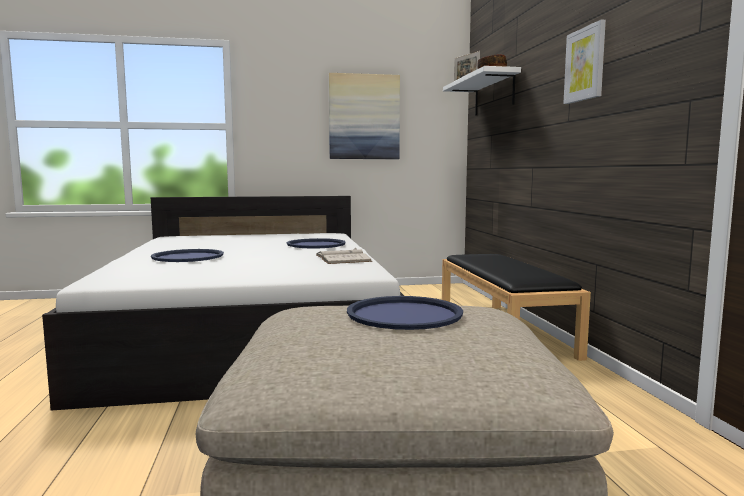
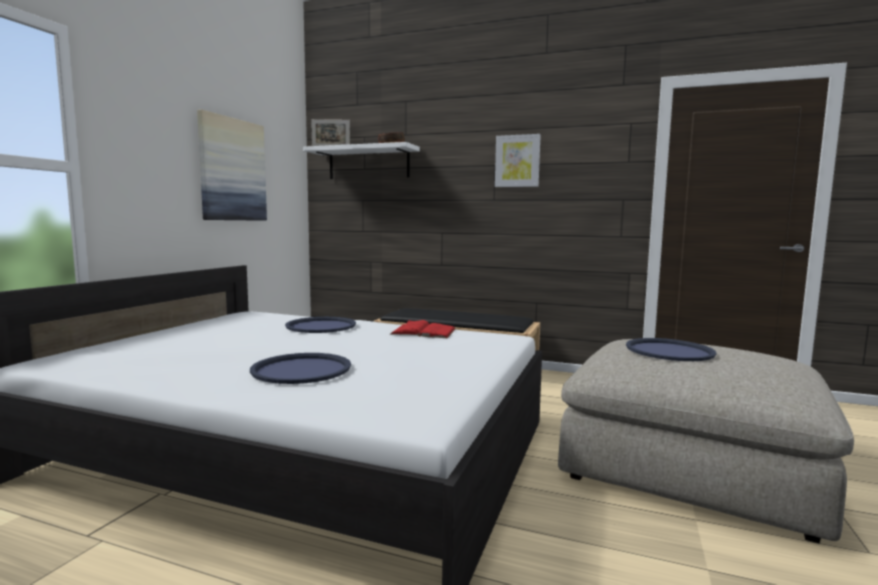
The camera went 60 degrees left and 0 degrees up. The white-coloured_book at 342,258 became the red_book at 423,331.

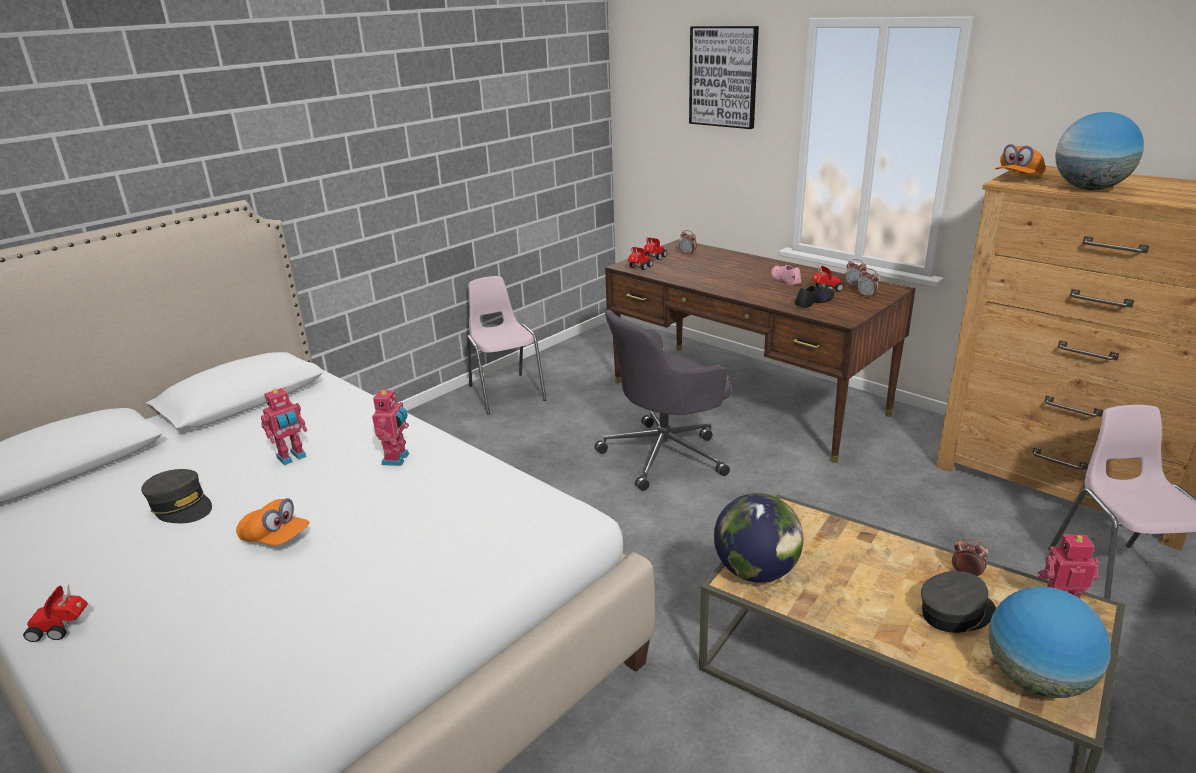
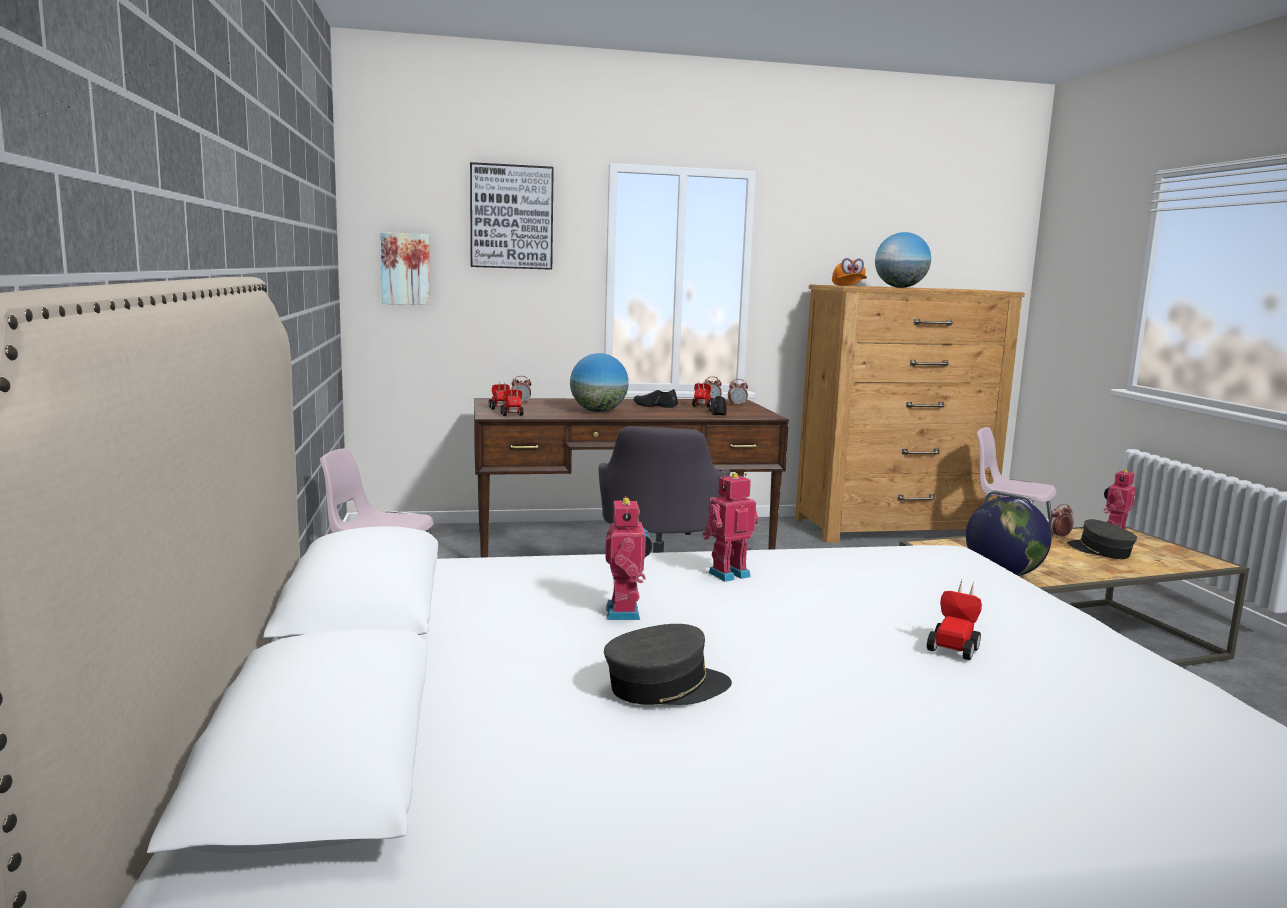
The camera went 55 degrees left and 15 degrees down. The model_car moved from 63,628 to 955,646. The orangey_peaked_cap at 276,538 disappeared. The model_robot at 397,459 turned 75 degrees counterclockwise. The pink_low_shoe at 785,279 became the black_low_shoe at 655,406. The grey_peaked_cap at 955,613 turned 45 degrees counterclockwise. The world_globe moved from 1036,679 to 598,411. The wall_art at 405,269 appeared.

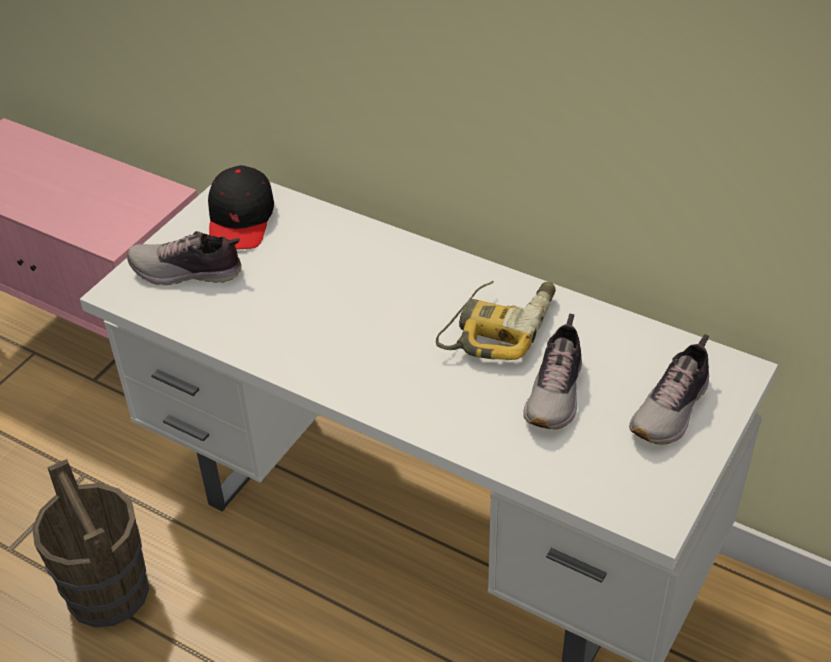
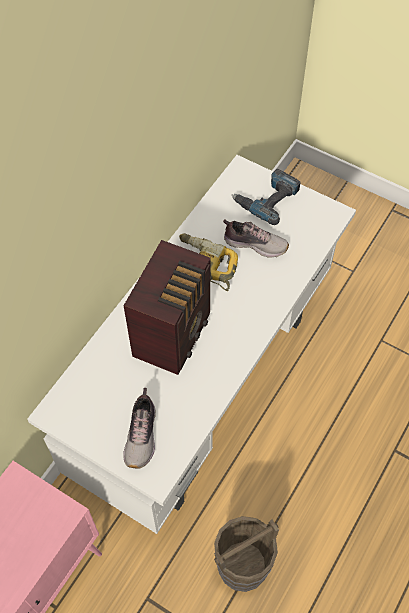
The camera went 90 degrees left and 15 degrees up. The black_peaked_cap at 241,219 disappeared. The low_shoe at 672,410 was replaced by the drill at 267,198. The radio_receiver at 174,333 appeared.

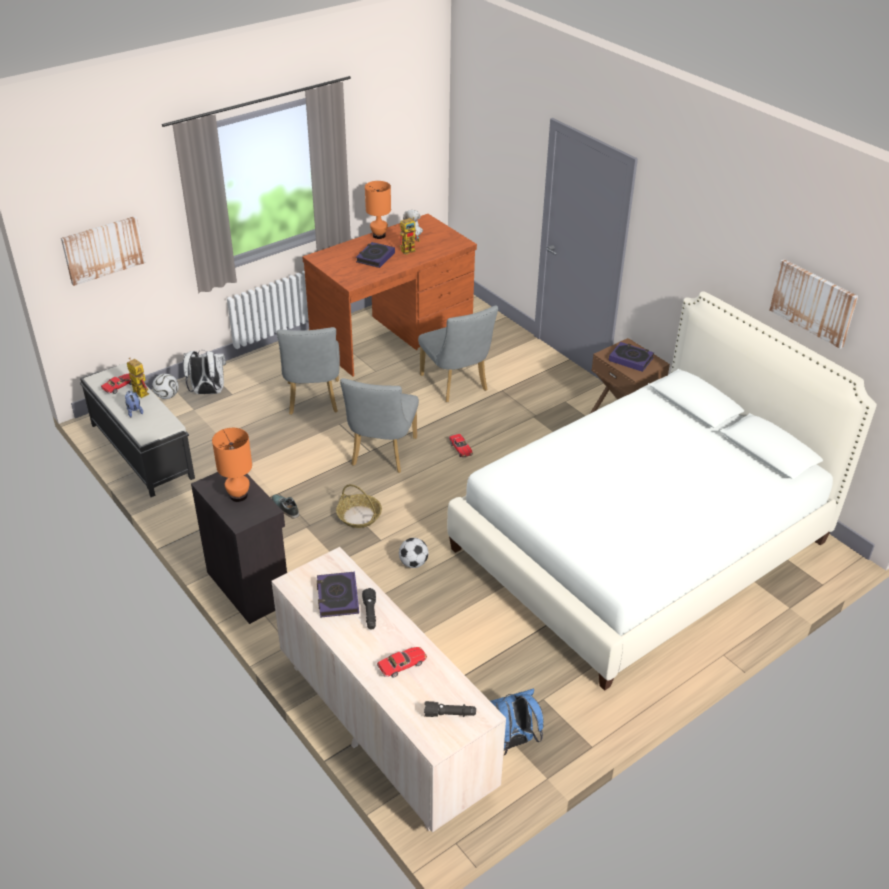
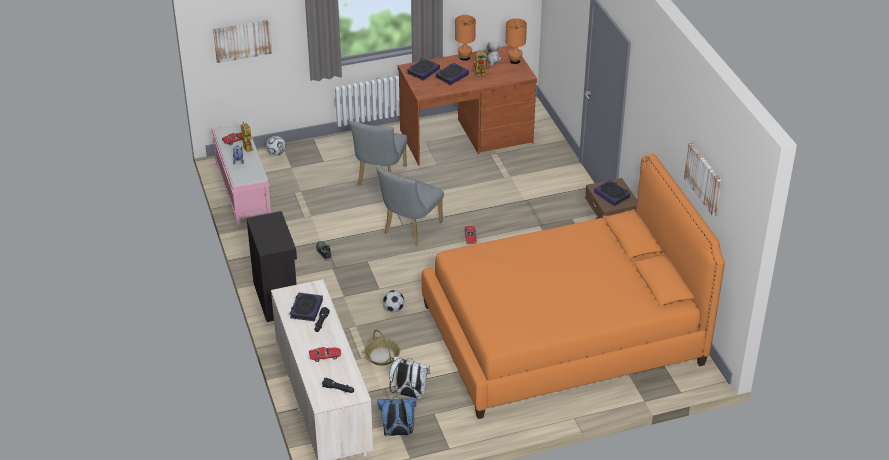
The camera went 20 degrees right and 0 degrees up. The black_bench at 141,450 became the pink_bench at 243,190. The white-coloured_rucksack moved from 207,392 to 409,394. The orangey_table_lamp moved from 239,496 to 515,61. The storage_basket moved from 359,516 to 382,356. The grey_chair at 456,385 disappeared. The white-coloured_bedroom_bed at 641,545 became the orangey_bedroom_bed at 563,334. The book at 423,71 appeared.

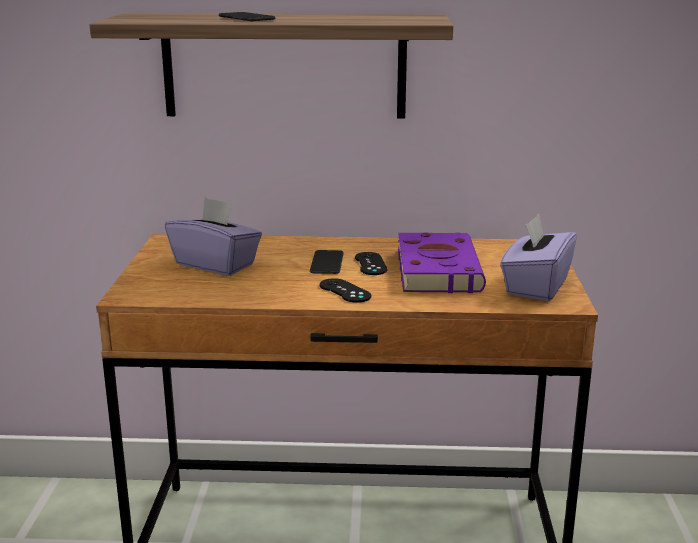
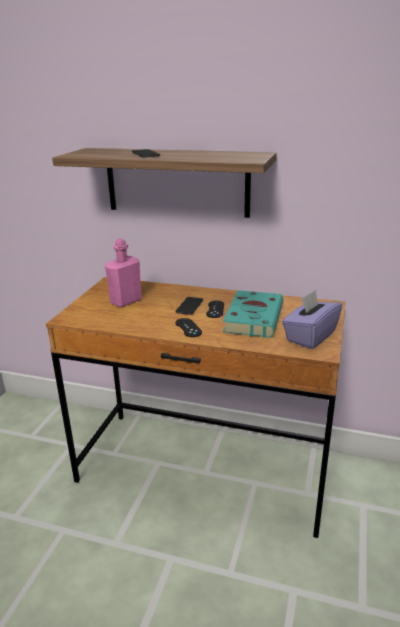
The camera went 15 degrees right and 5 degrees up. The purple-coloured_box_of_tissues at 216,264 was replaced by the pink_beverage_bottle at 126,301. The purple-coloured_book at 437,269 became the turquoise_book at 253,317.

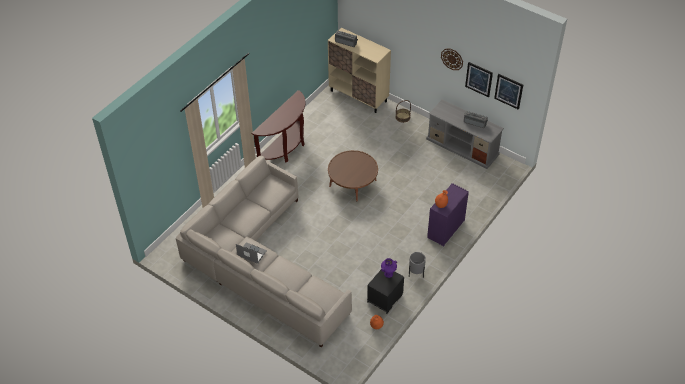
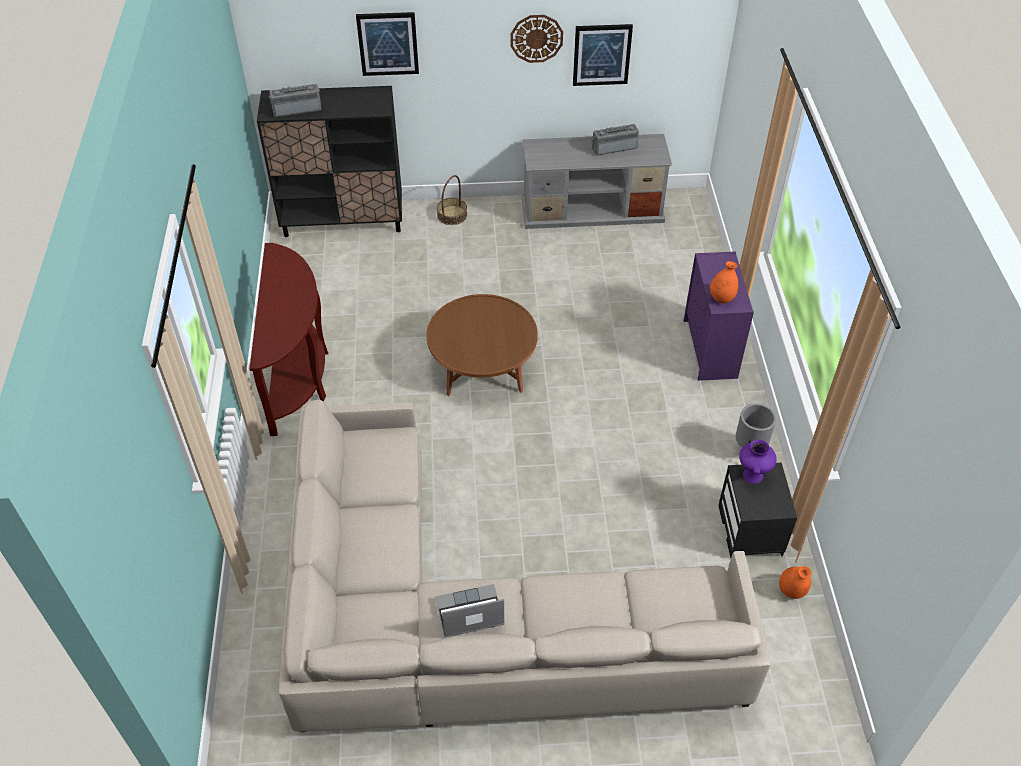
The camera went 40 degrees left and 0 degrees up. The sand-coloured_cabinet at 358,96 became the black_cabinet at 343,220. The wall_art moved from 509,91 to 388,43.

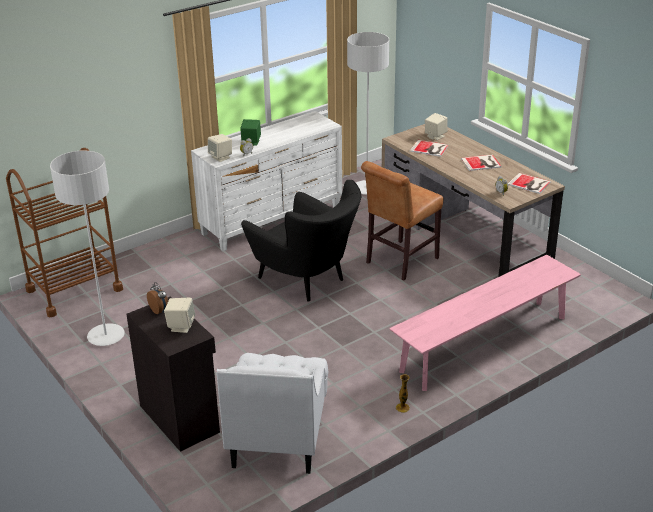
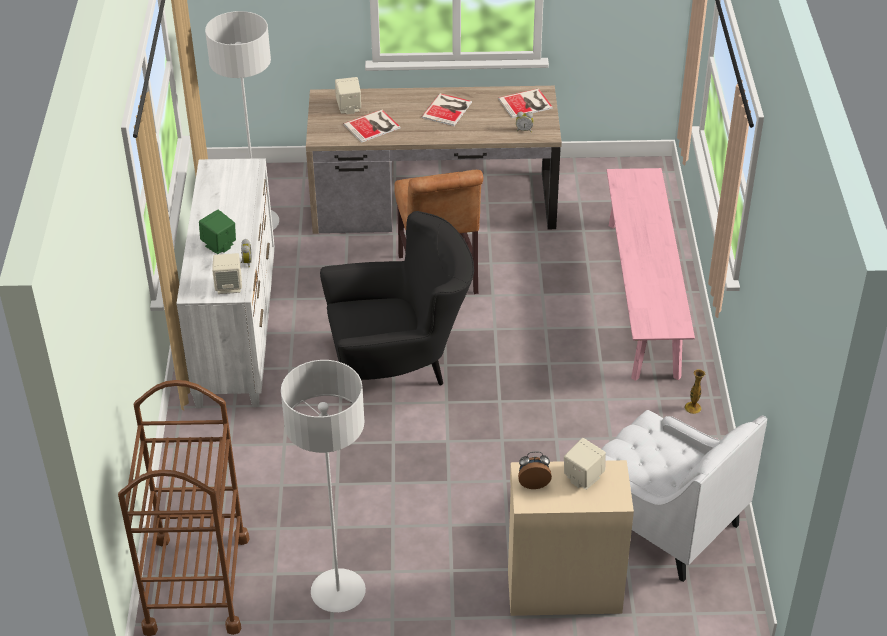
The camera went 55 degrees left and 10 degrees up. The black_cabinet at 180,418 became the sand-coloured_cabinet at 563,588.

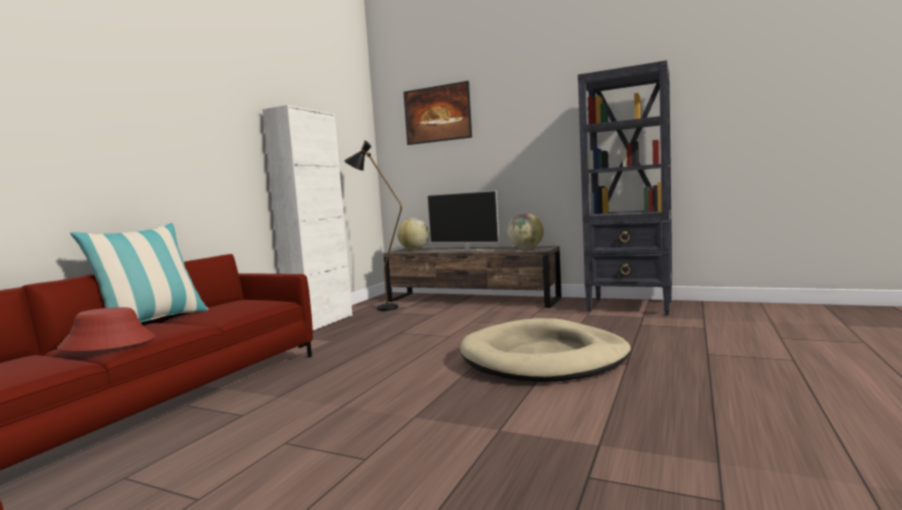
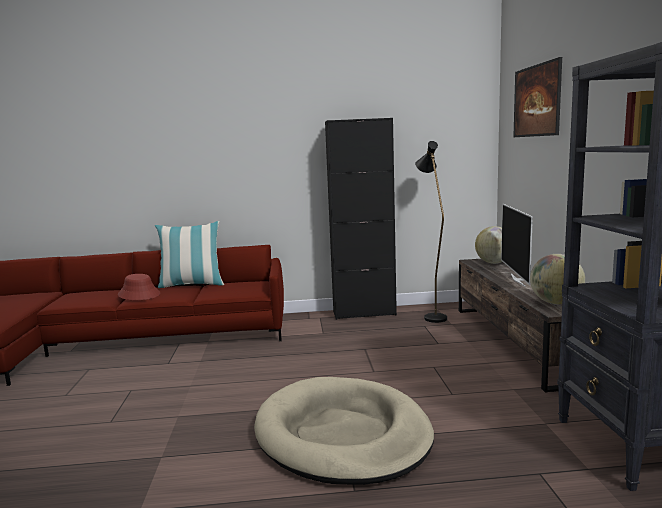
The camera went 60 degrees right and 5 degrees up. The white-coloured_cabinet at 320,323 became the black_cabinet at 364,313.

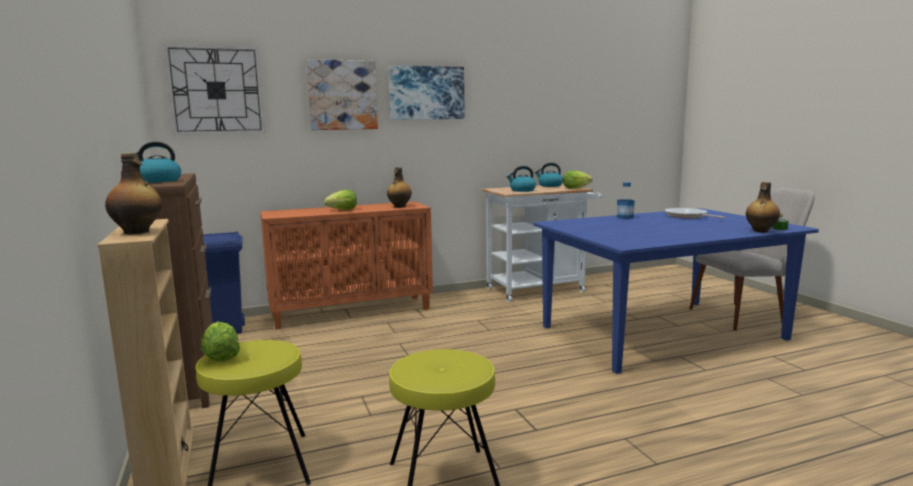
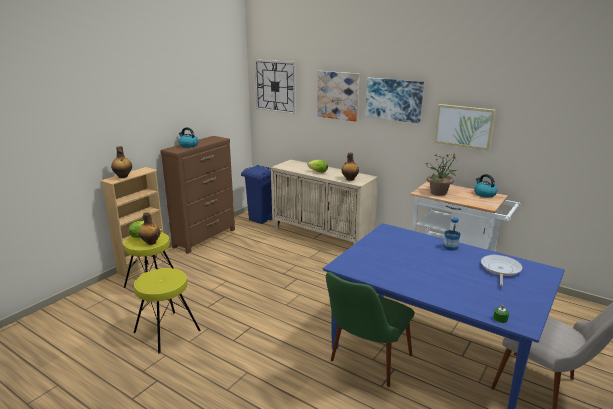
The camera went 55 degrees right and 10 degrees up. The orangey_cabinet at 352,311 became the sand-coloured_cabinet at 322,235. The tea_kettle at 522,190 was replaced by the plant_in_a_pot at 439,192. The lettuce at 575,188 disappeared. The beverage_bottle moved from 760,231 to 150,242. The green_chair at 365,365 appeared. The wall_art at 464,126 appeared.

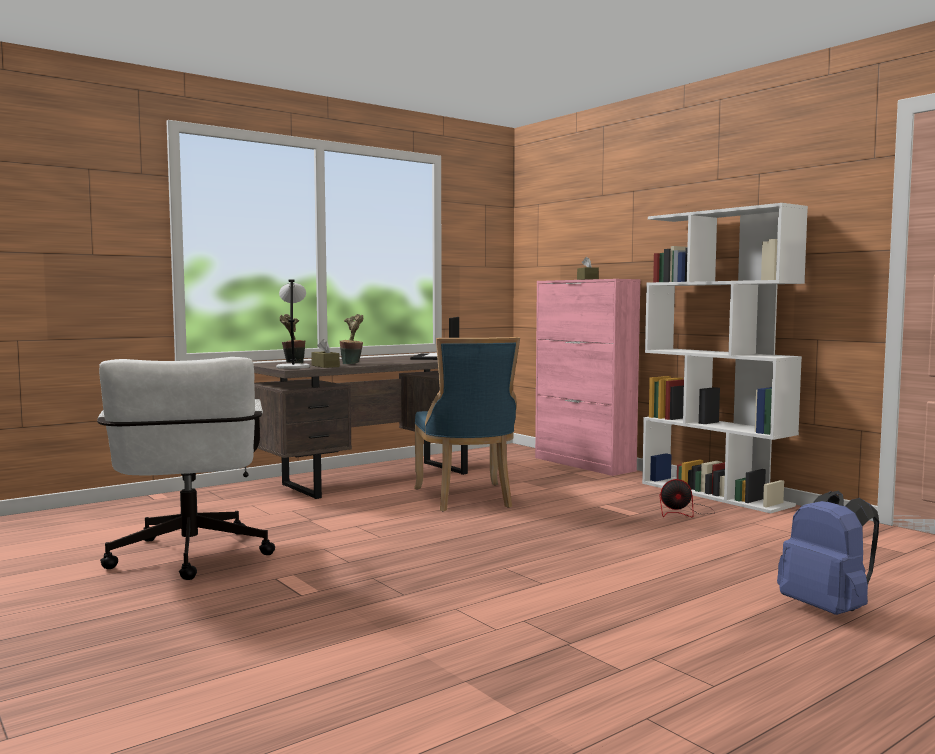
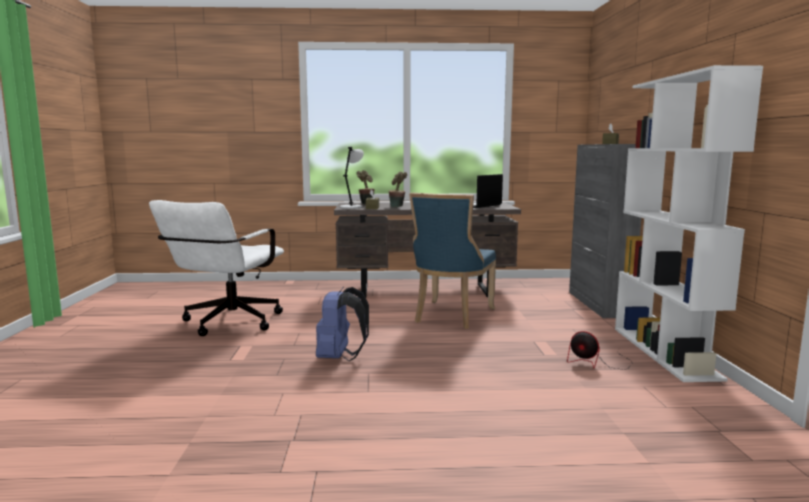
The camera went 35 degrees right and 5 degrees up. The pink_cabinet at 584,464 became the grey_cabinet at 598,304. The blue-coloured_rucksack moved from 828,610 to 340,358.

